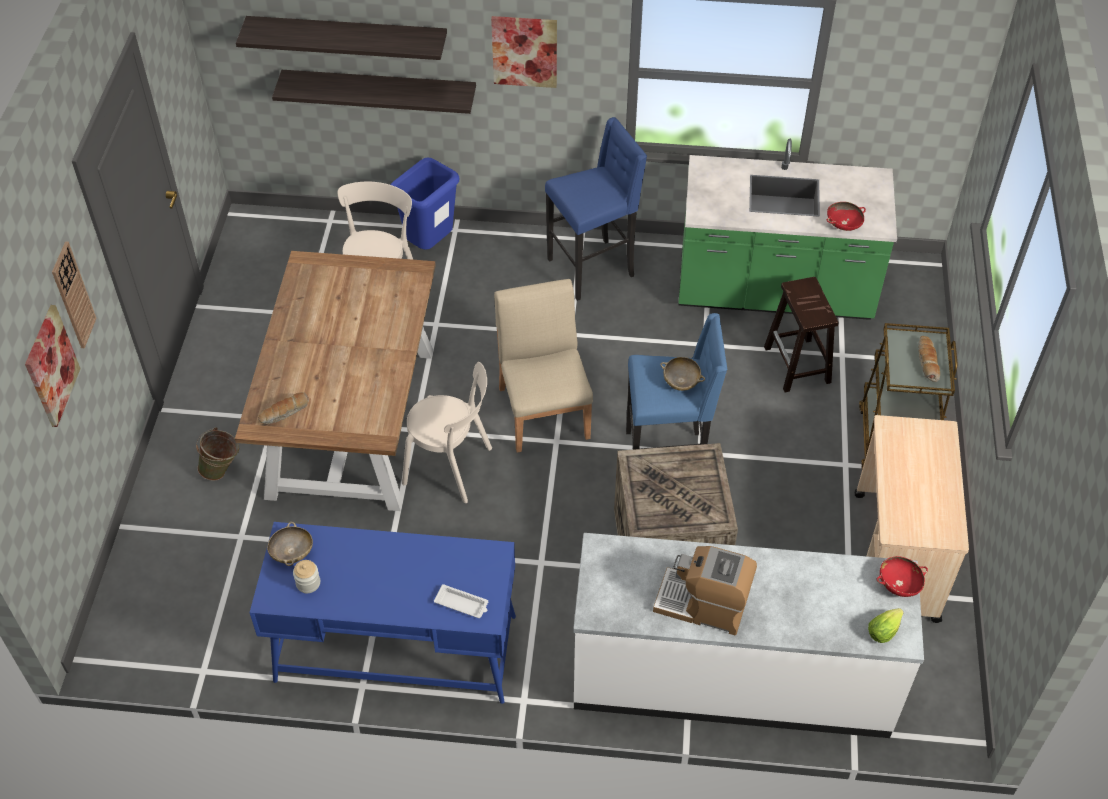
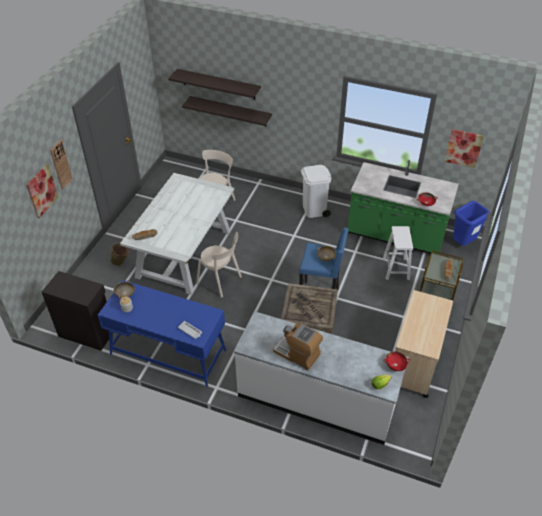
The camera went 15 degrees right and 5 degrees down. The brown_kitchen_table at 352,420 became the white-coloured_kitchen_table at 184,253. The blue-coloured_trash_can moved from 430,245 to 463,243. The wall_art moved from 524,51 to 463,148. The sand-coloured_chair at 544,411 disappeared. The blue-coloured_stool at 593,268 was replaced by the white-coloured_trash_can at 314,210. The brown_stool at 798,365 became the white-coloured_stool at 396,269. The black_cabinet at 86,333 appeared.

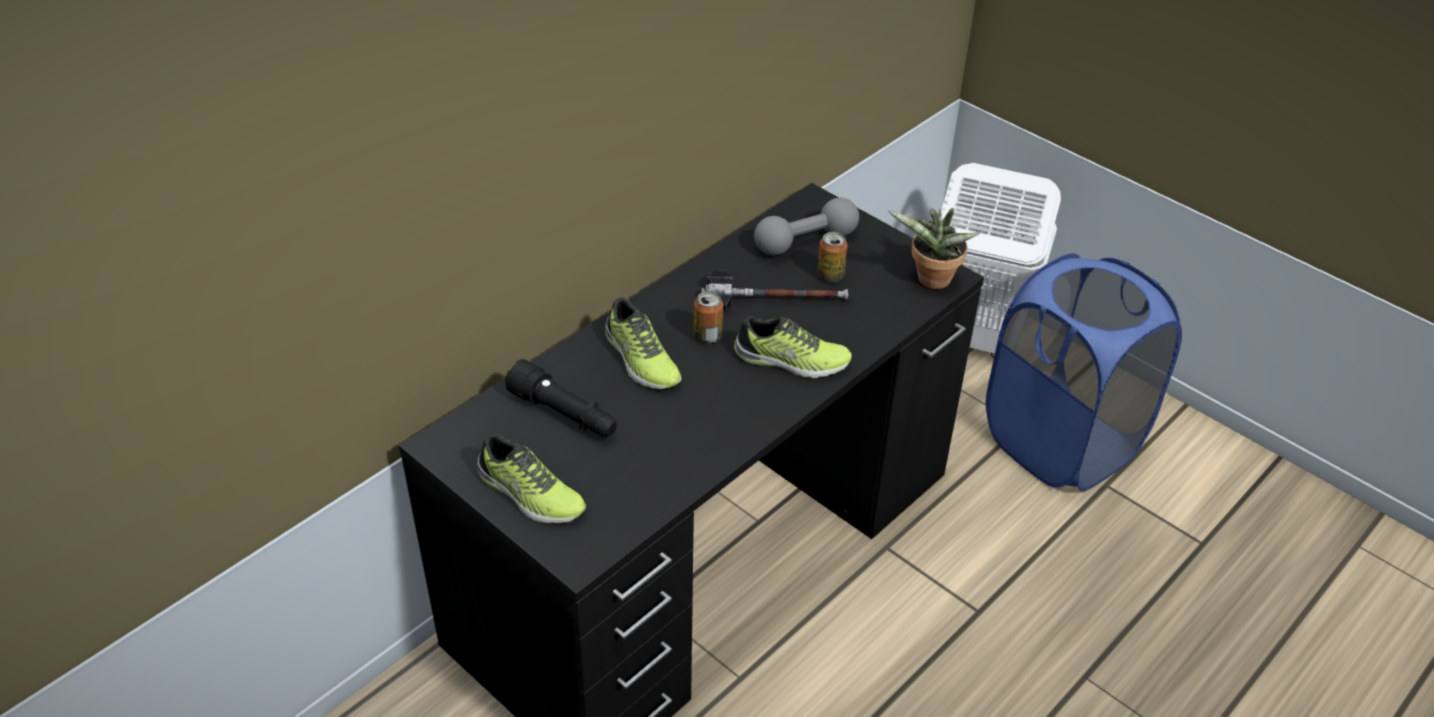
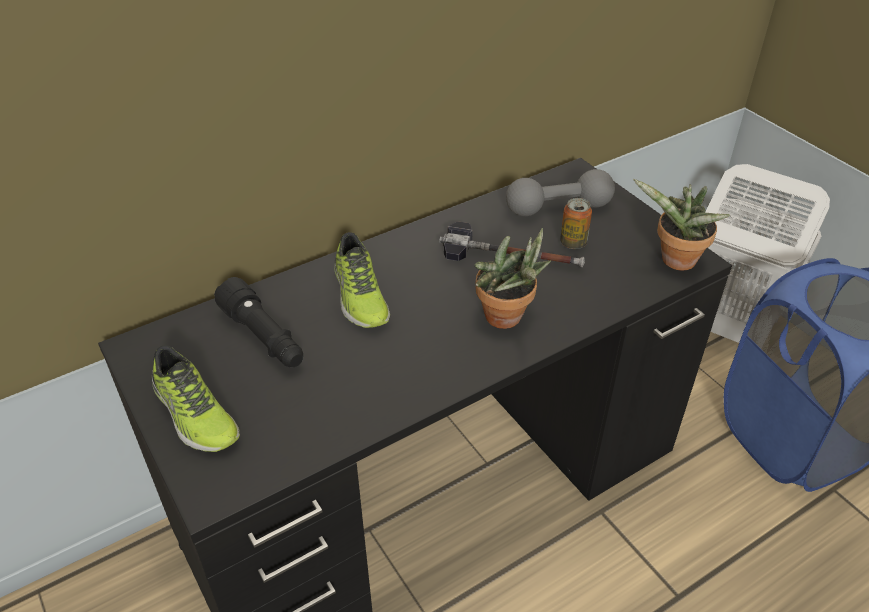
The camera went 15 degrees right and 0 degrees up. The metal_can at 707,336 disappeared. The low_shoe at 791,361 was replaced by the plant_in_a_pot at 507,319.

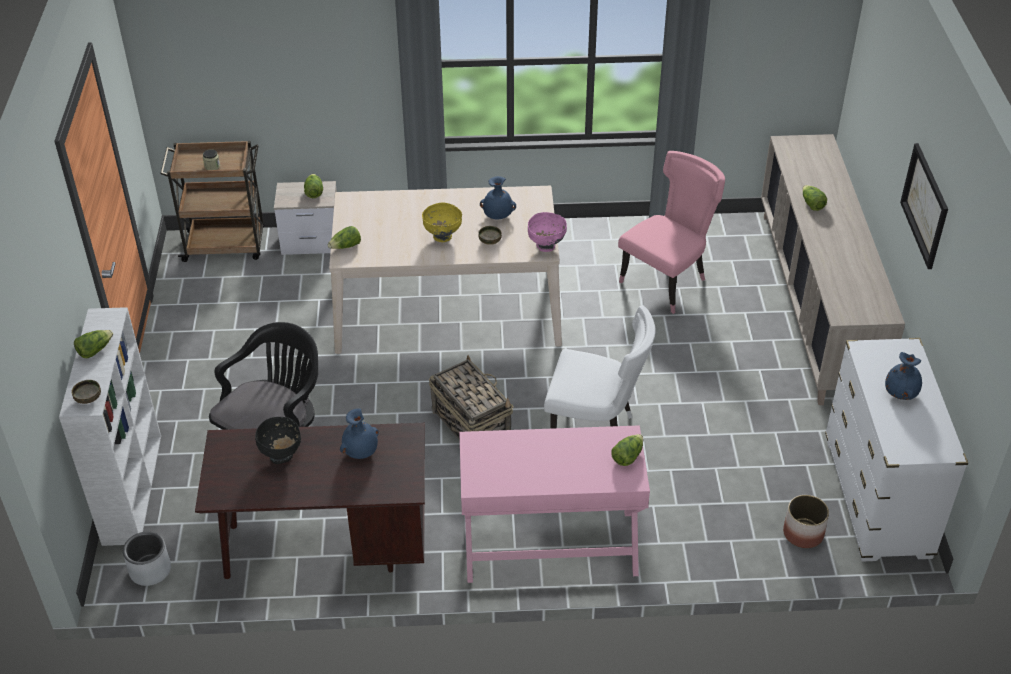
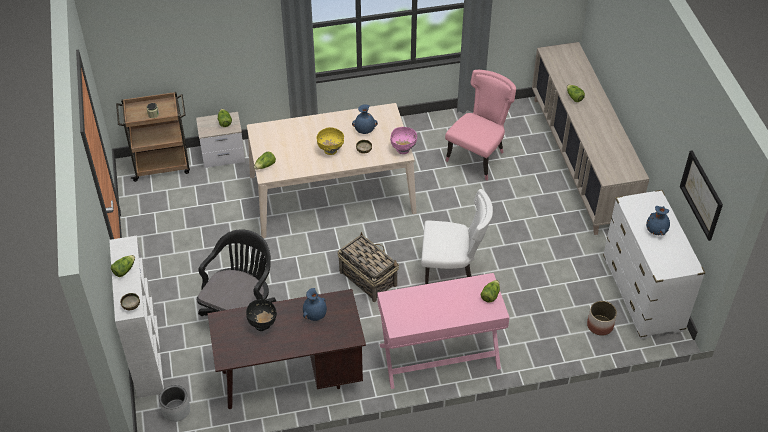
The camera went 10 degrees left and 5 degrees up. The wall_art moved from 925,205 to 701,195.

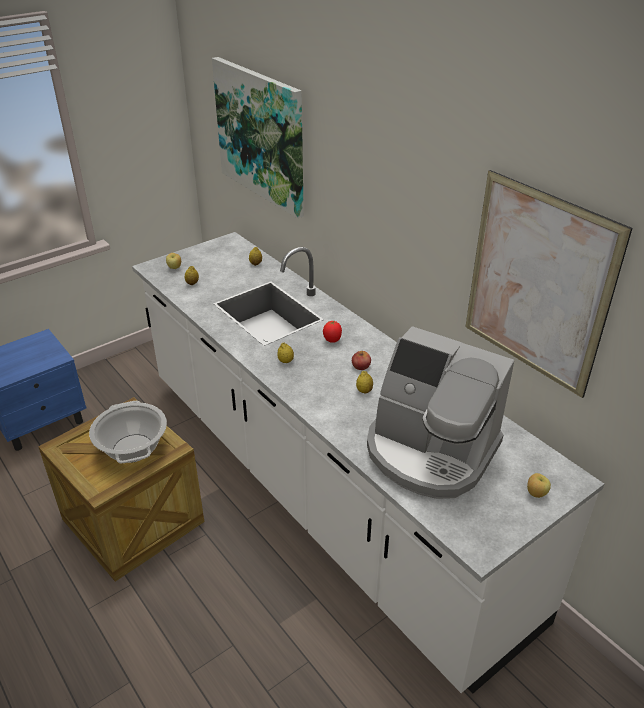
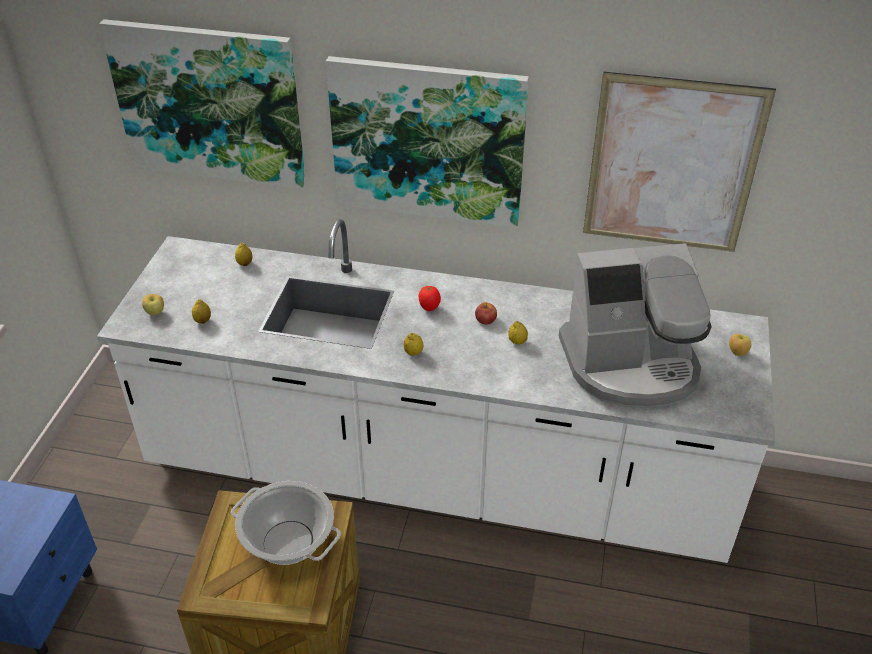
The camera went 40 degrees left and 5 degrees up. The wall_art at 428,141 appeared.

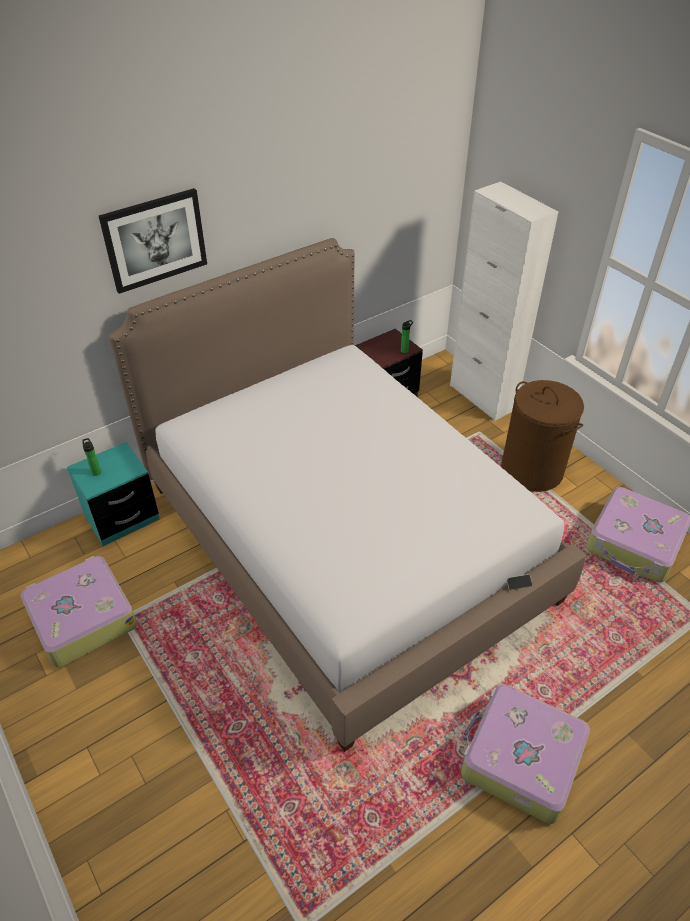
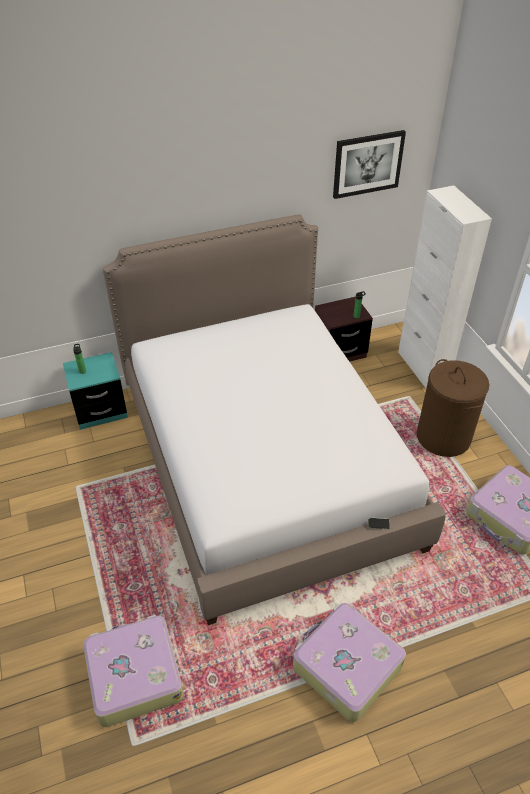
The camera went 15 degrees right and 0 degrees up. The travel_case moved from 81,618 to 134,675. The wall_art moved from 155,240 to 367,164.

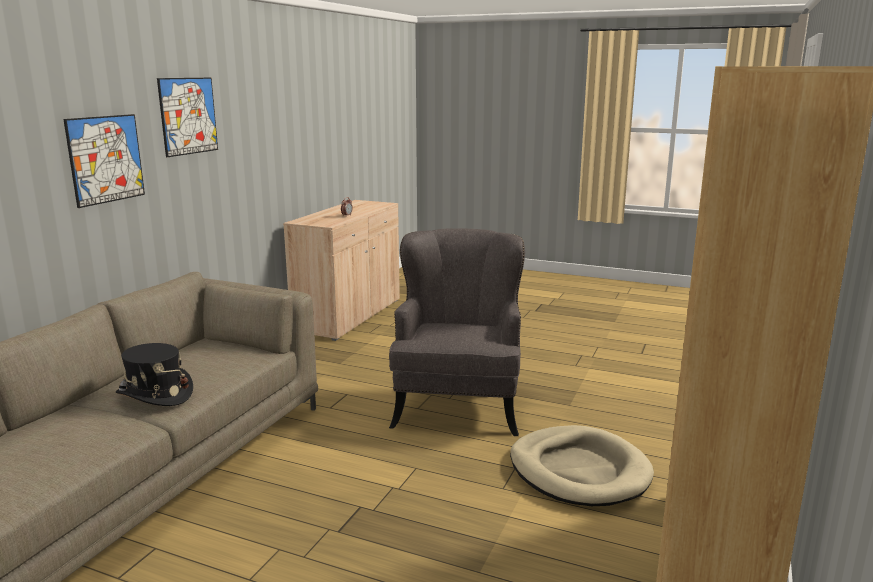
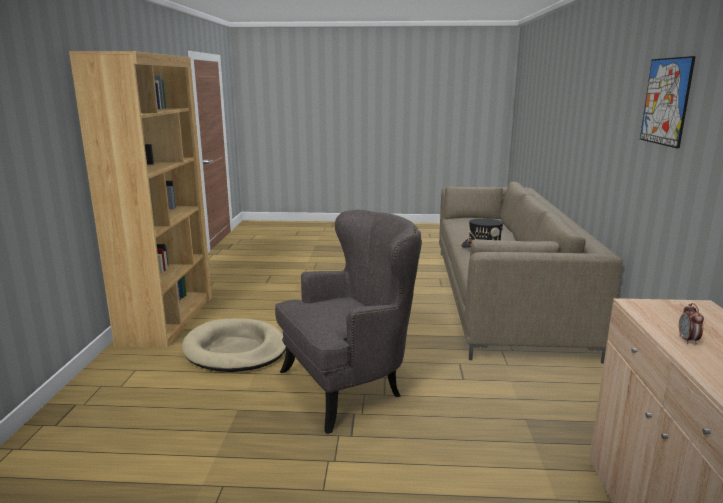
The camera went 160 degrees right and 0 degrees up. The wall_art at 106,159 disappeared. The grey_easy_chair at 458,406 turned 105 degrees counterclockwise.

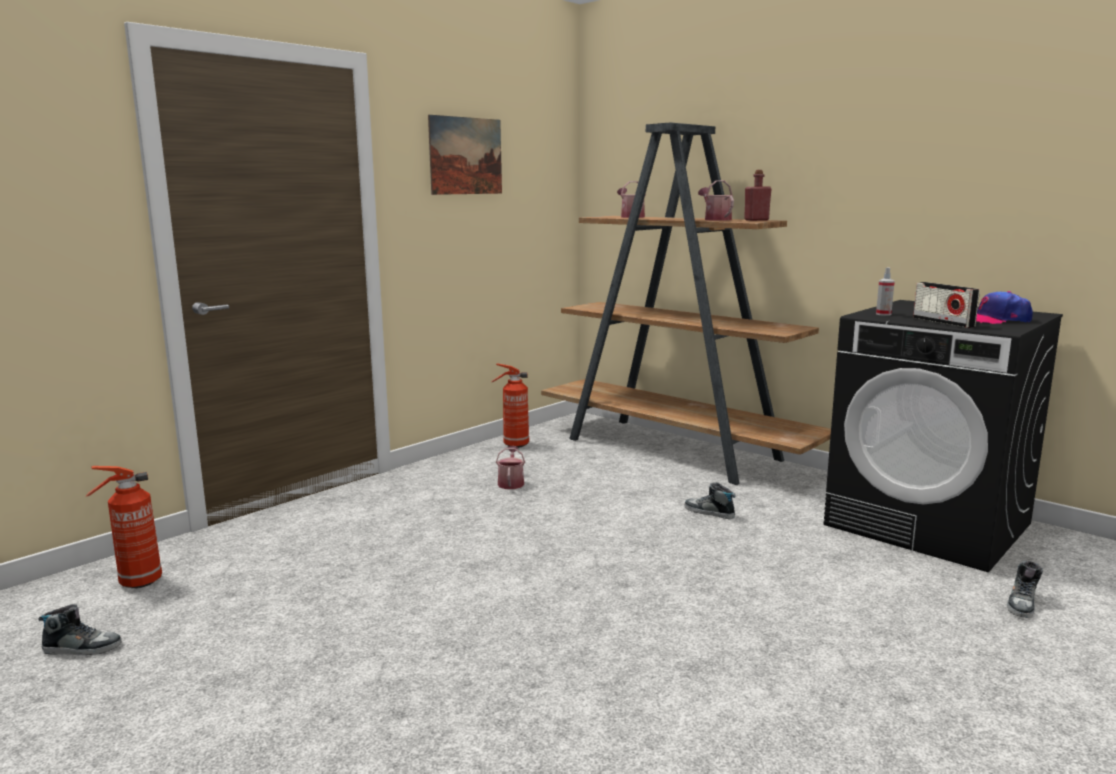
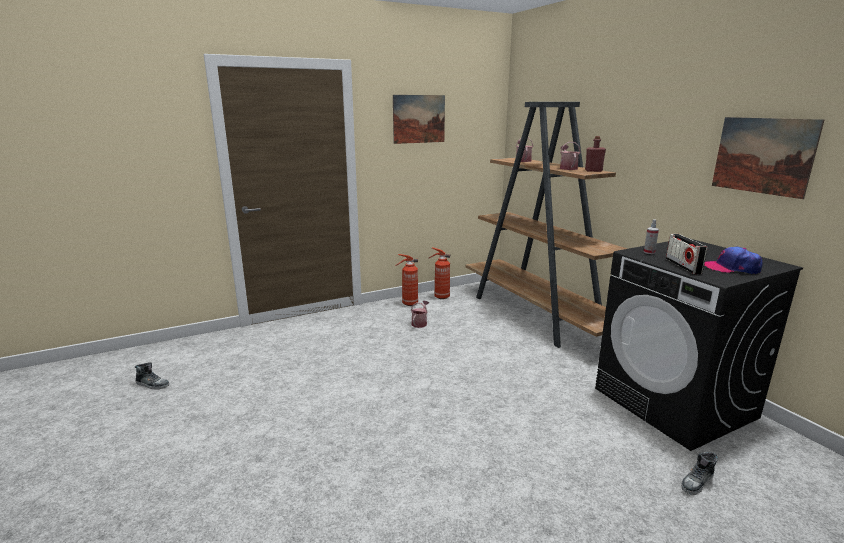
The camera went 20 degrees right and 5 degrees up. The fire-fighting_cylinder moved from 138,582 to 409,304. The low_shoe at 709,512 disappeared. The wall_art at 763,155 appeared.

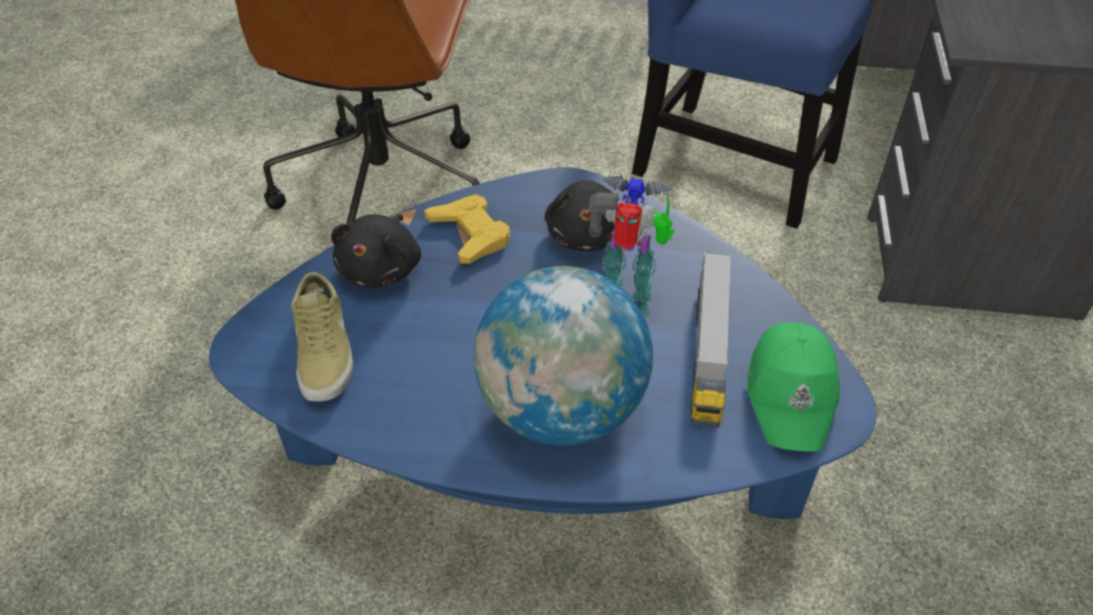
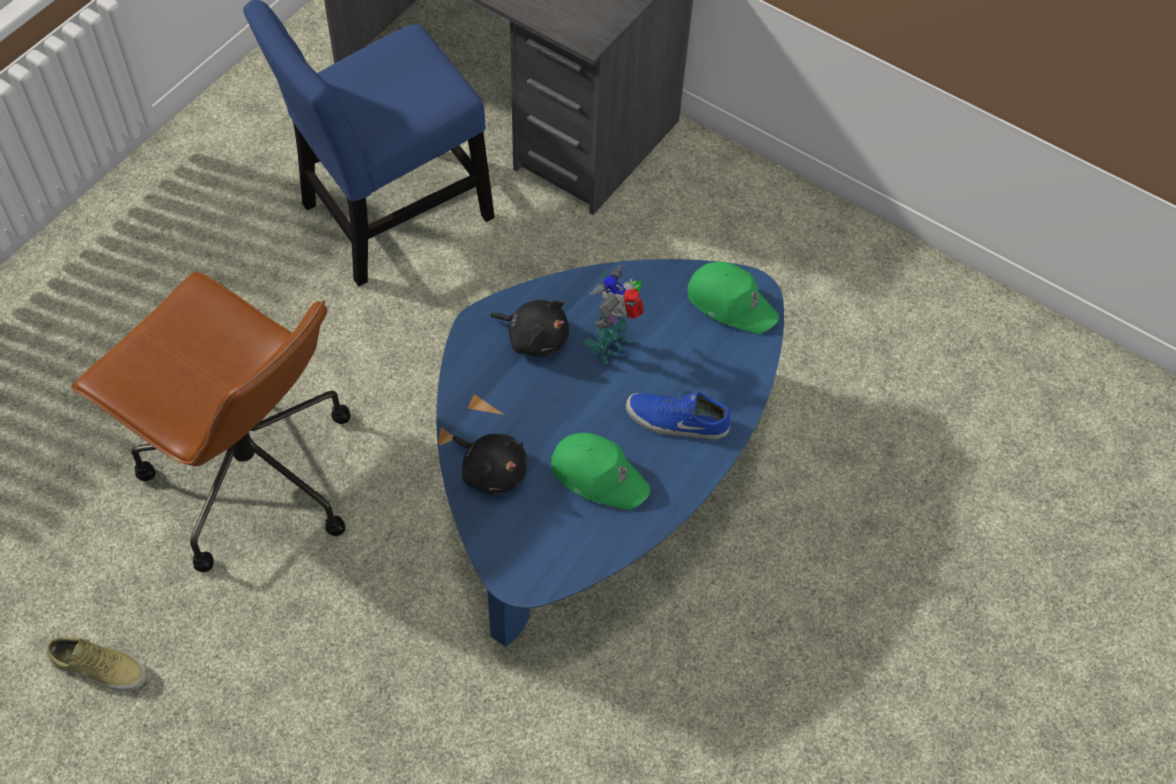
The camera went 65 degrees left and 10 degrees up. The sand-coloured_low_shoe moved from 326,350 to 101,666. The yellow-coloured_joypad at 470,234 disappeared. The world_globe at 561,409 was replaced by the blue-coloured_low_shoe at 677,421. The model_truck at 708,352 disappeared. The green_peaked_cap at 598,475 appeared.

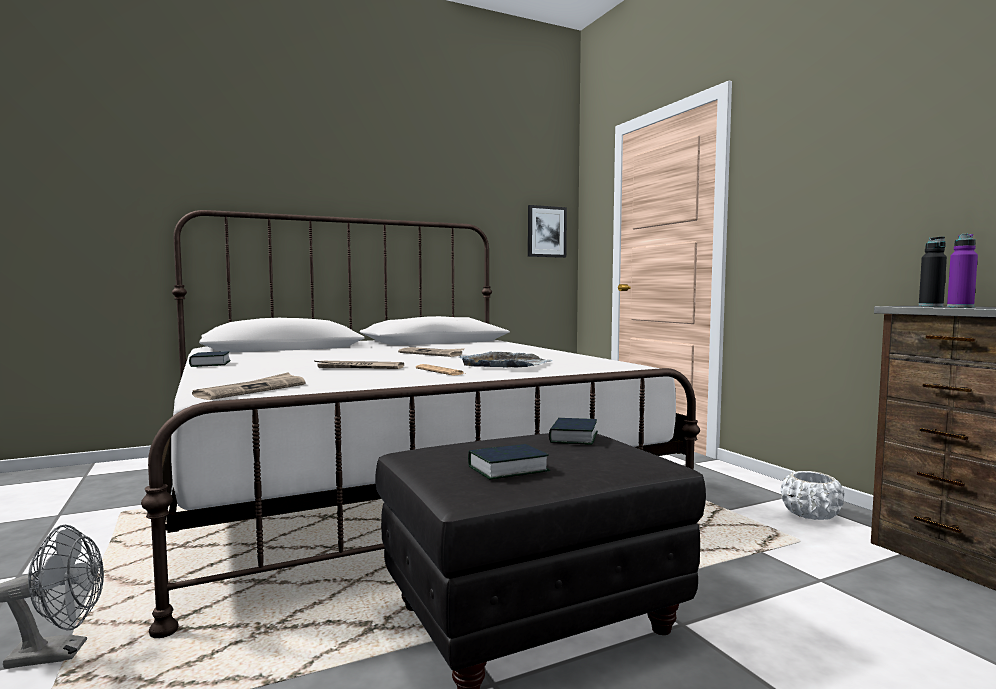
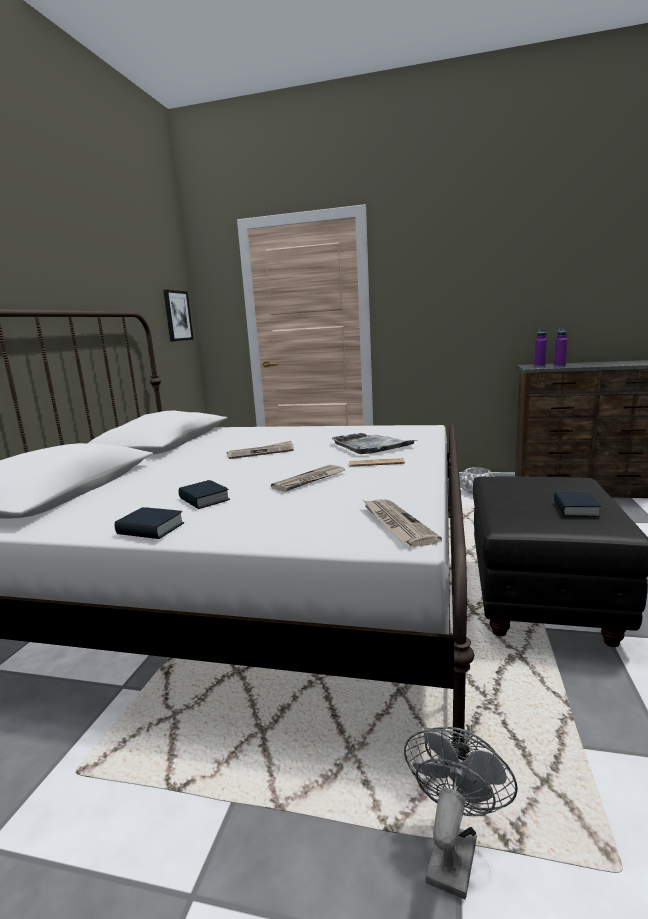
The camera went 50 degrees left and 10 degrees up. The book moved from 573,437 to 204,500. The black_beverage_bottle at 930,306 became the purple-coloured_beverage_bottle at 539,366.

